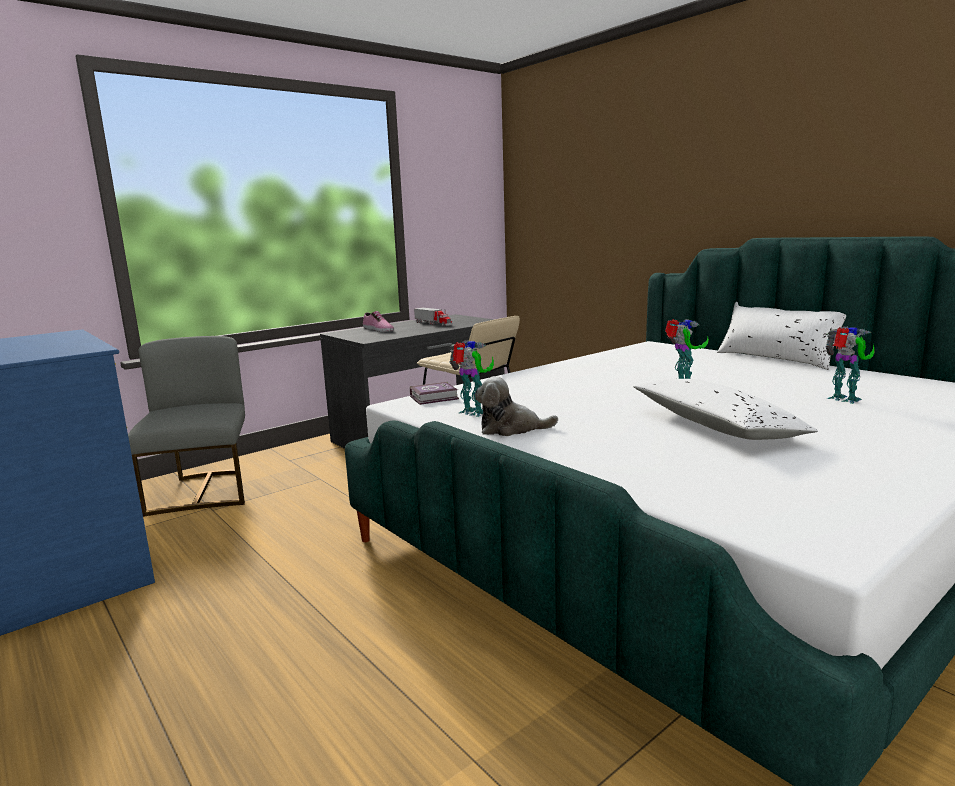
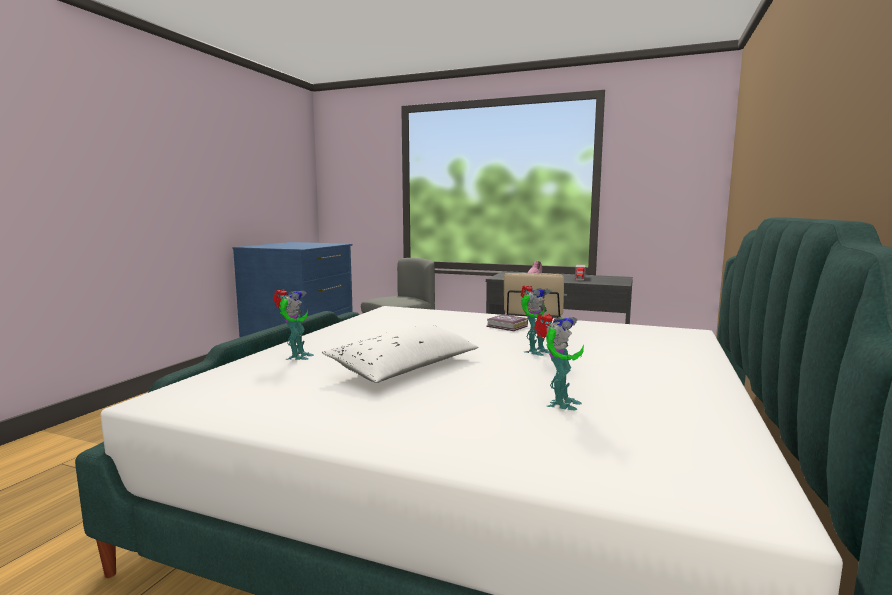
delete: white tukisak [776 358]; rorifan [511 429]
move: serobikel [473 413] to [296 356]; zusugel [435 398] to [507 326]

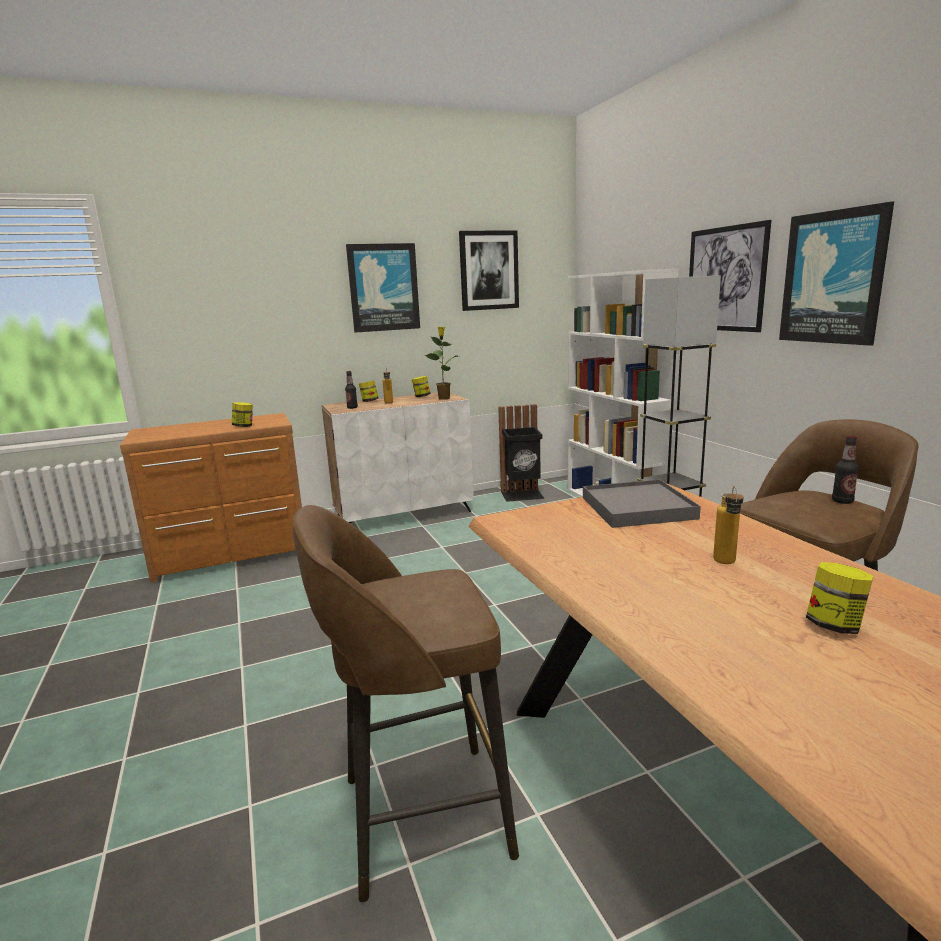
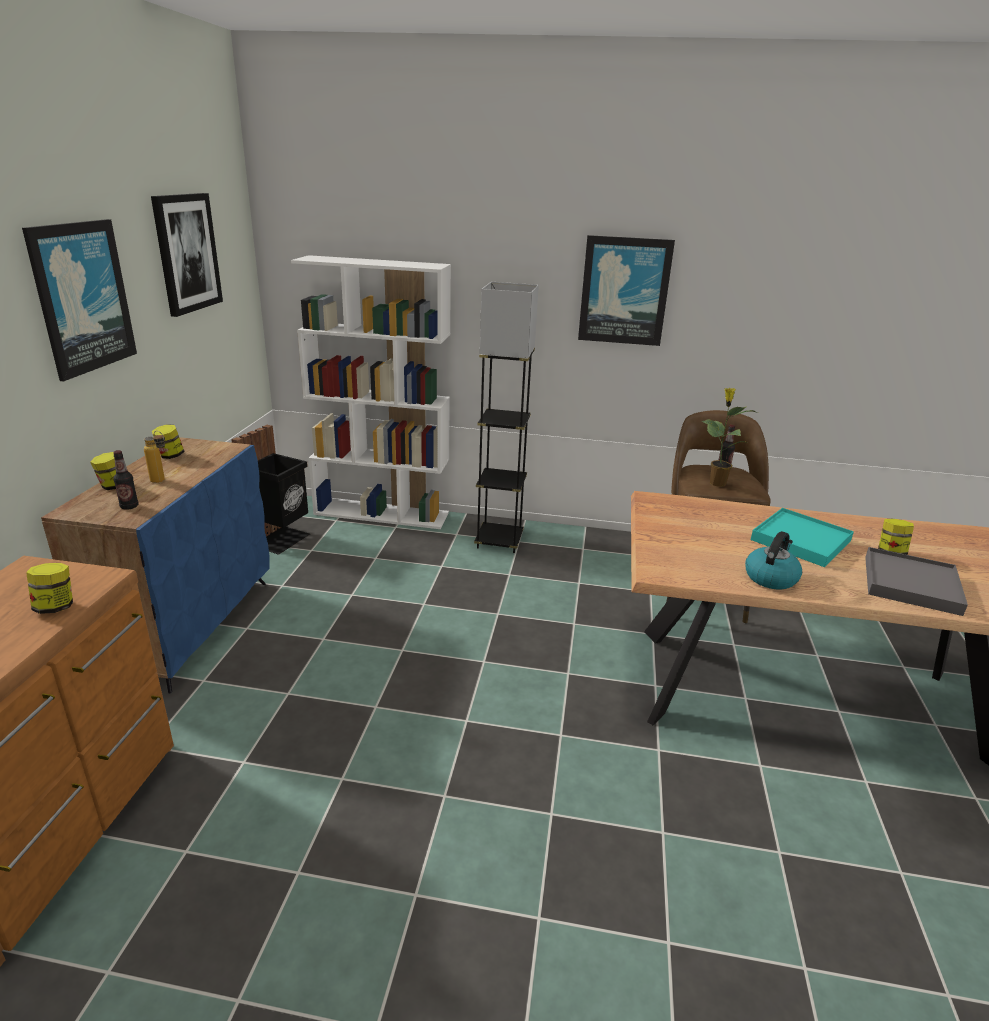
delete: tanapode [725 279]; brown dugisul [419 817]
insert: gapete [770 577]
move: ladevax [444 398] to [716 483]; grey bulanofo [638 508] to [911 584]
replace: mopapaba [726 564] to turquoise bulanofo [800 540]
recolor: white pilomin [404 514] to blue pilomin [189 626]

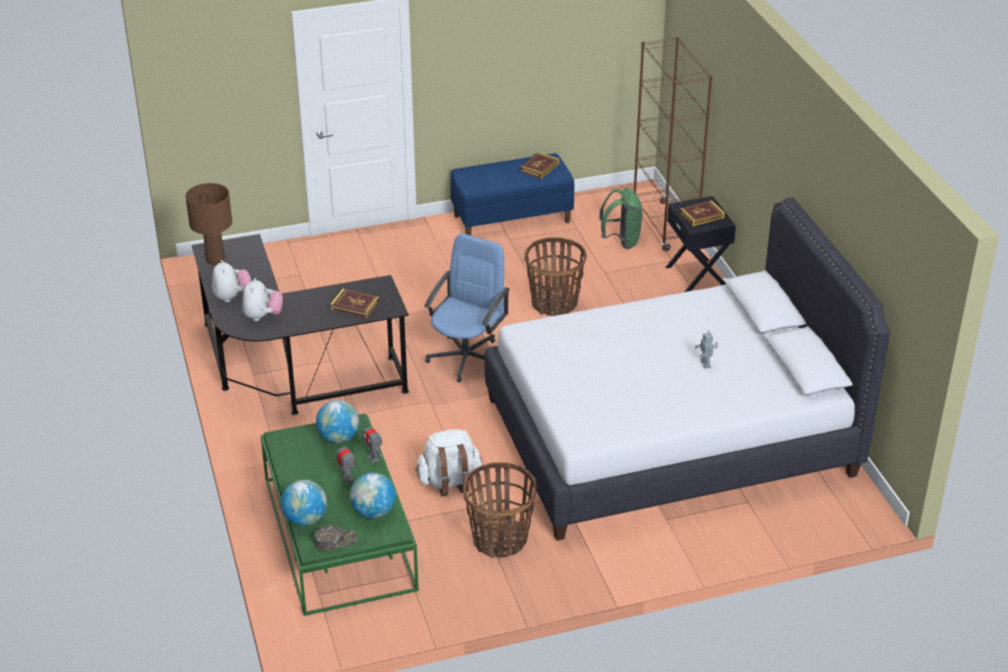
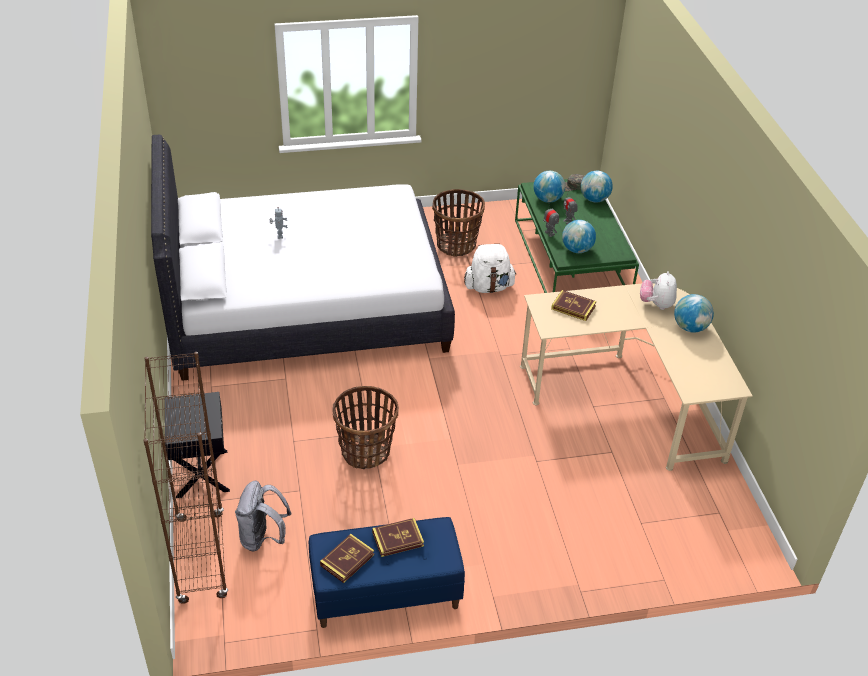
delete: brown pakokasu [215 259]; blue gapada [467 357]
move: zusugel [701 215] to [398 539]
replace: rorifan [232 297] to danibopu [690 327]
recolor: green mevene [621 241] to grey mevene [263 538]; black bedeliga [289 372] to beige bedeliga [631 397]

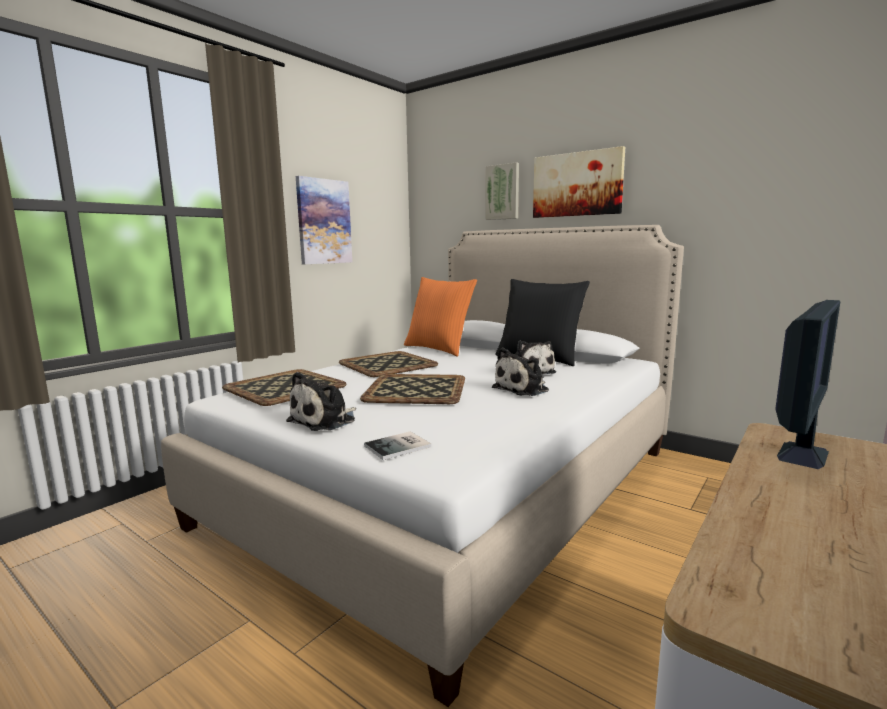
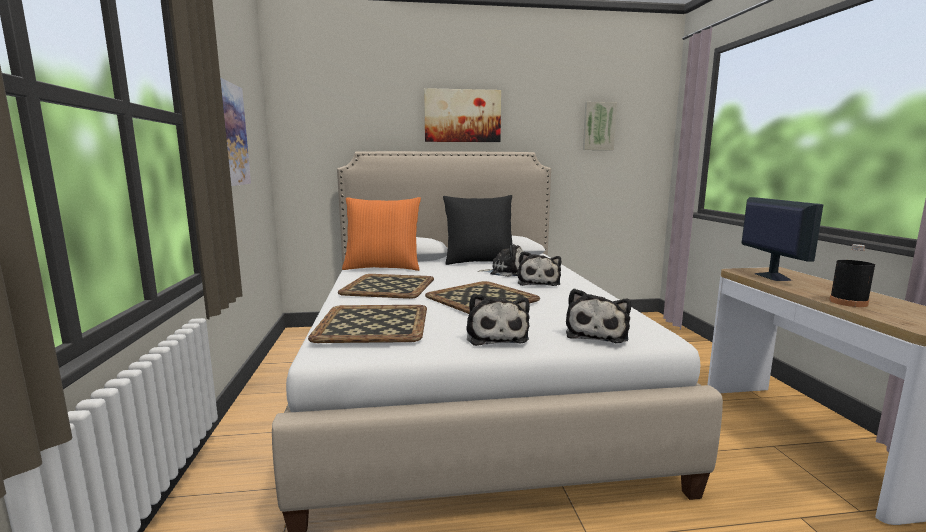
insert: black mopapaba [848 302]
move: tanapode [503 192] to [598 126]
replace: zusugel [399 446] to rorifan [597 333]

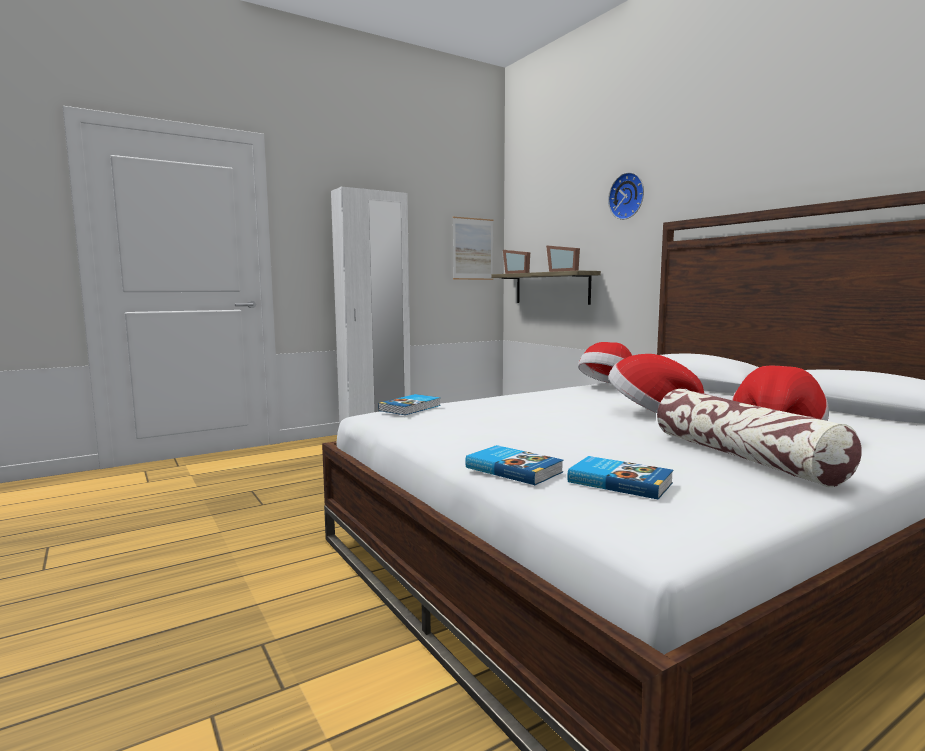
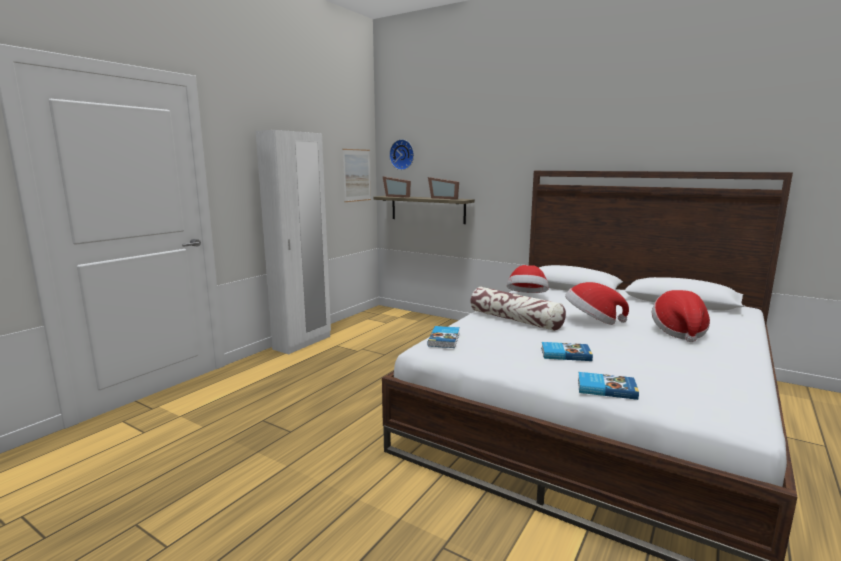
move: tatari [628 196] to [402 154]; tukisak [743 457] to [515 320]; zusugel [619 482] to [565 354]

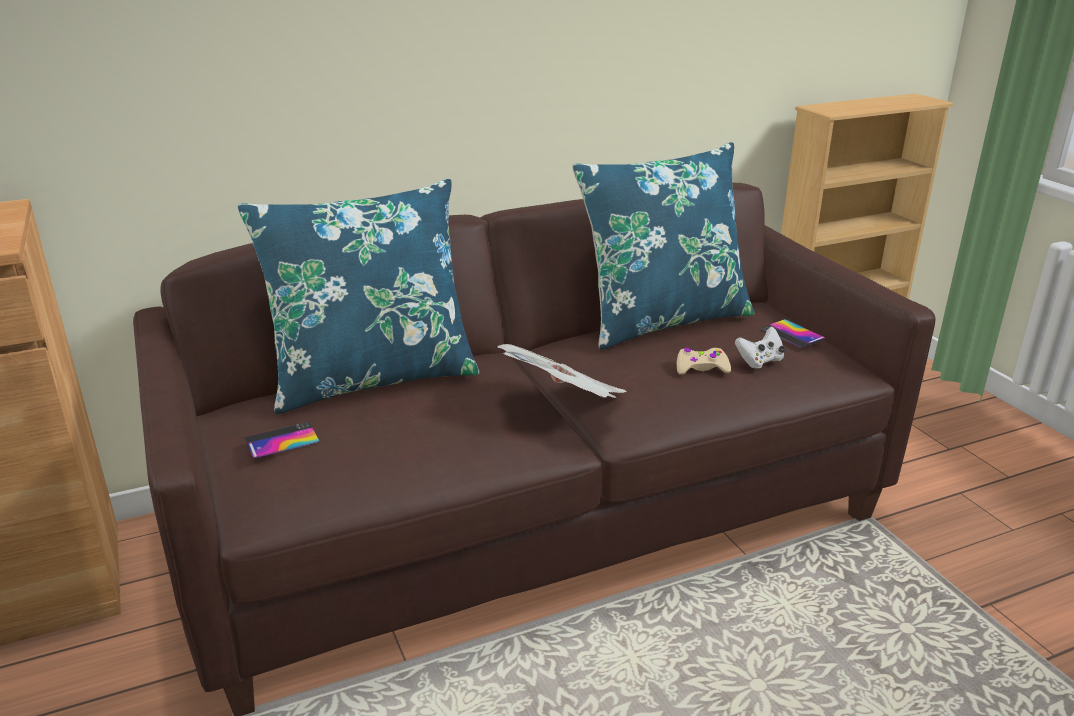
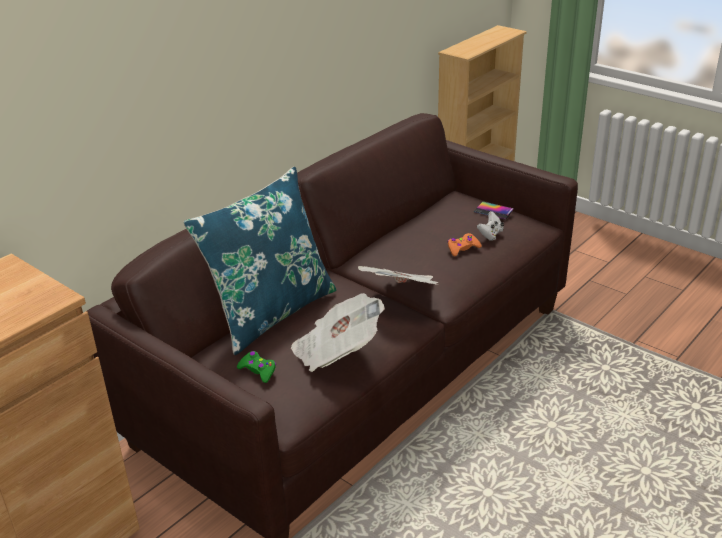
delete: blue tukisak [662 320]
insert: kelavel [337 351]
replace: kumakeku [282 440] to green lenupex [258 370]
recolor: beige lenupex [701 368] to orange lenupex [462 248]

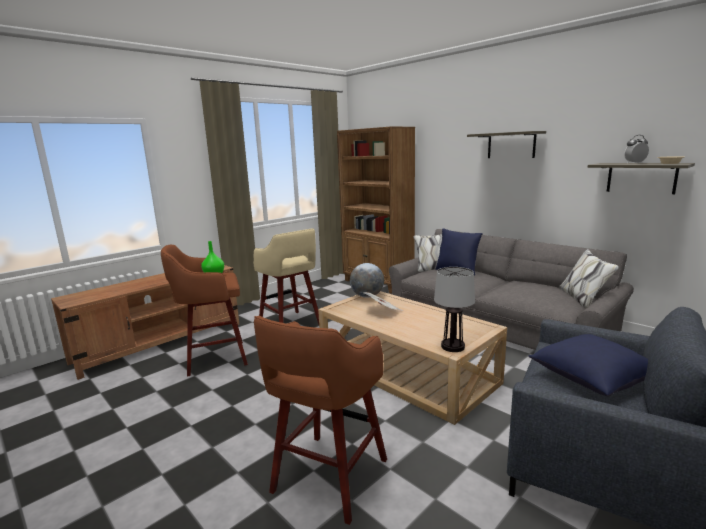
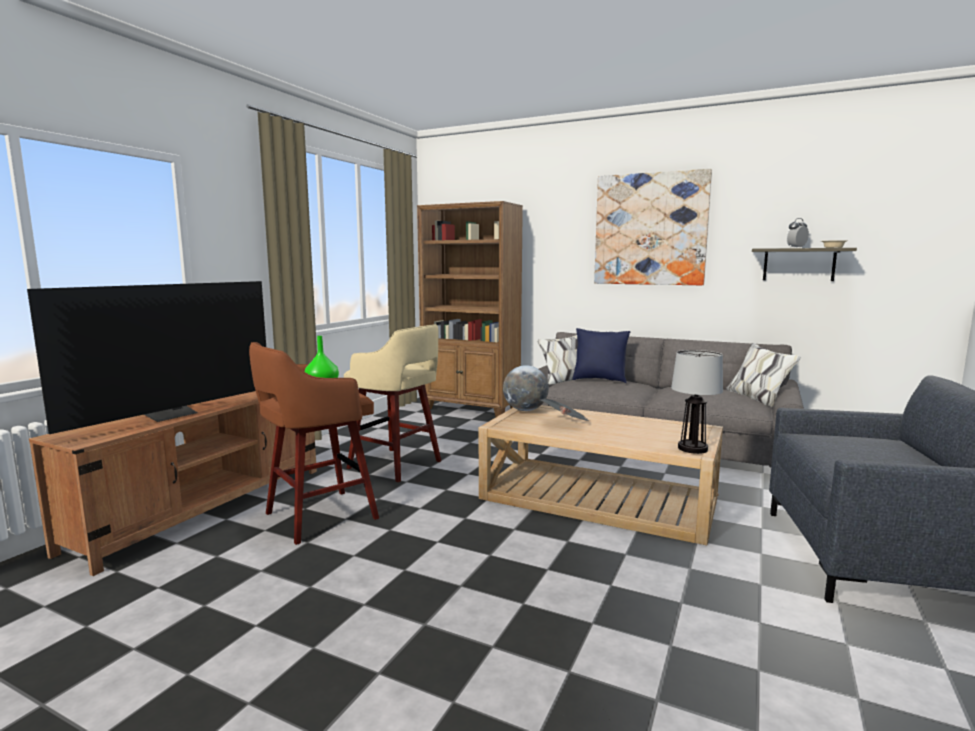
delete: brown dugisul [328 478]; blue tukisak [591 379]
insert: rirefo [171 415]
replace: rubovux [511 145] to tanapode [650 229]

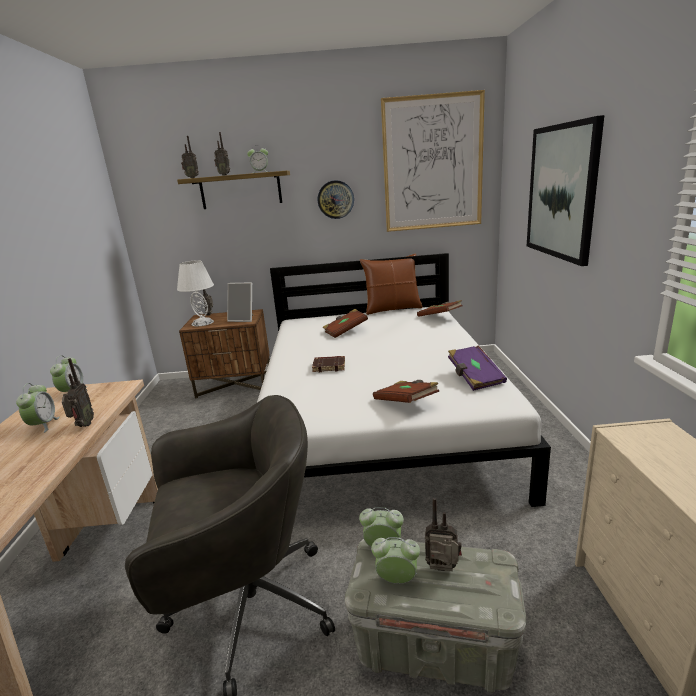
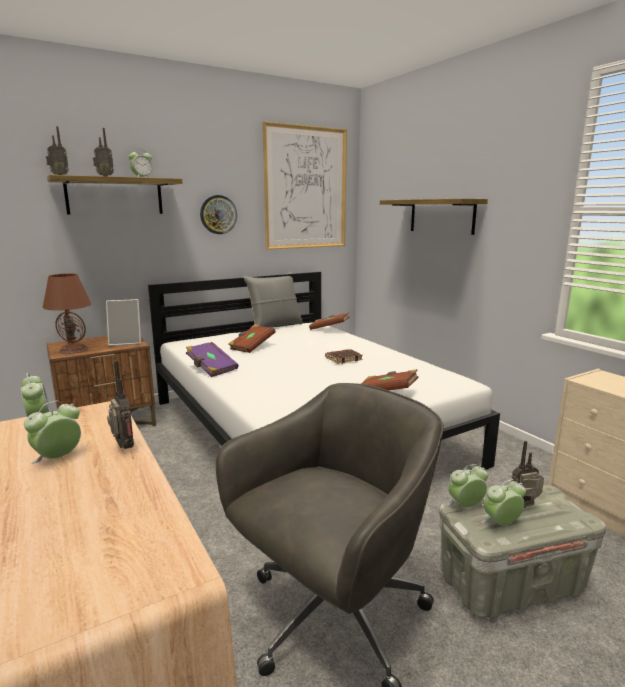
move: purple zusugel [474 378] to [211 368]; brown zusugel [329 366] to [343 359]
replace: tanapode [561 192] to rubovux [441 216]
recolor: brown tukisak [392 309] to grey tukisak [274 326]; white pakokasu [202 323] to brown pakokasu [73 349]
rotate: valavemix [43 425] = [58 458] 105 degrees counterclockwise

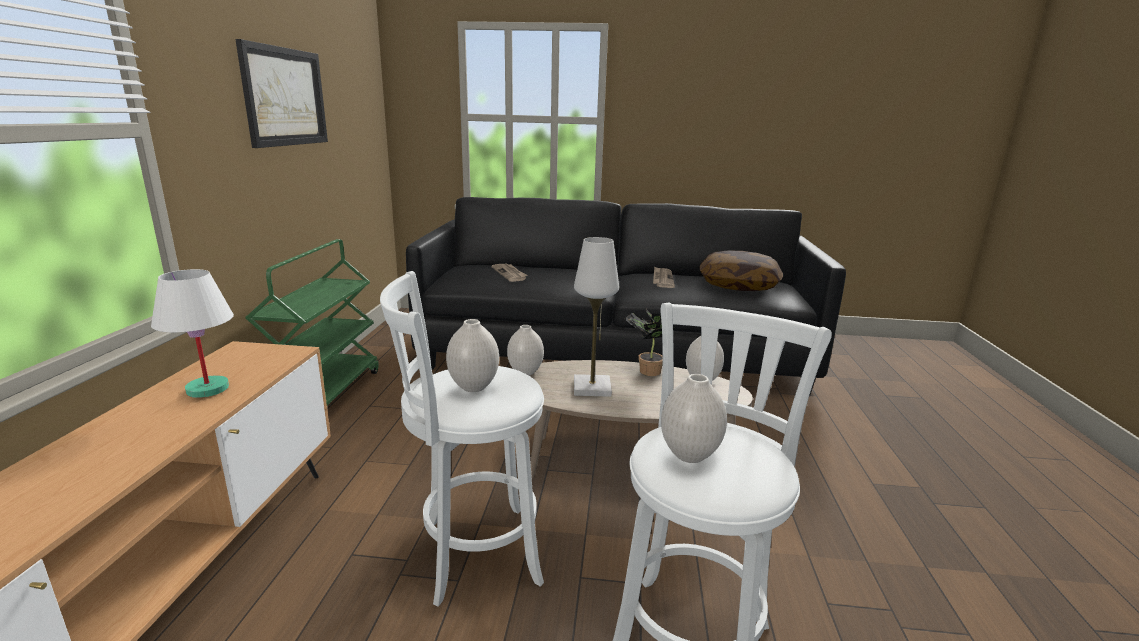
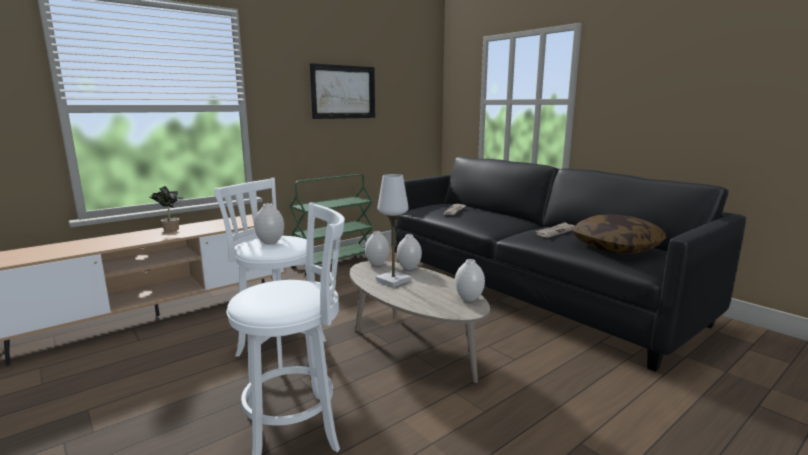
delete: white pakokasu [206 389]
move: ladevax [646 371] to [170 229]; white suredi [689 455] to [409 267]

